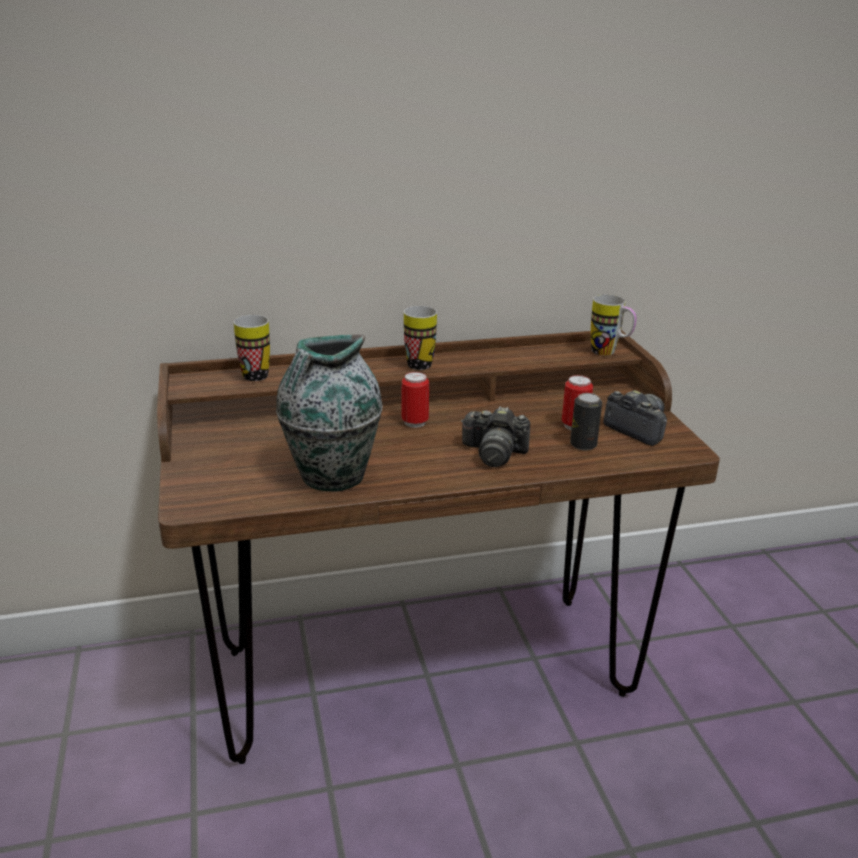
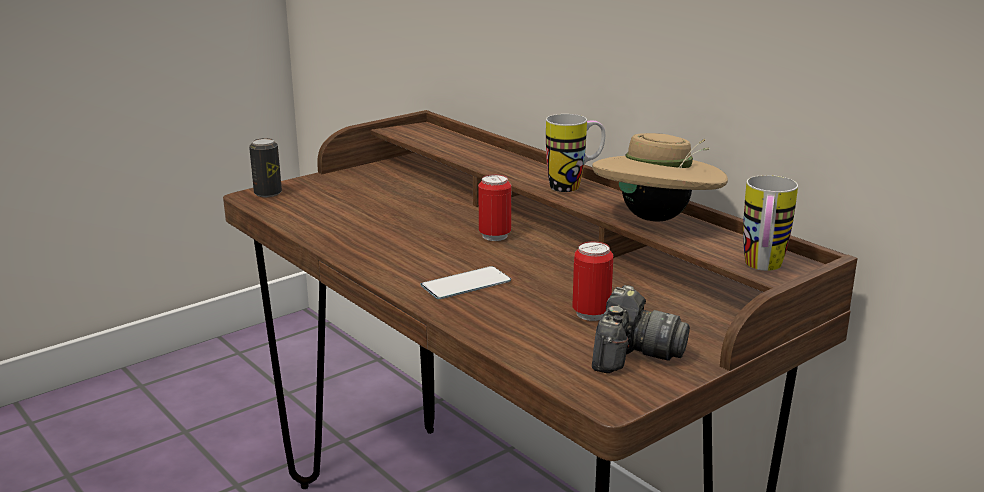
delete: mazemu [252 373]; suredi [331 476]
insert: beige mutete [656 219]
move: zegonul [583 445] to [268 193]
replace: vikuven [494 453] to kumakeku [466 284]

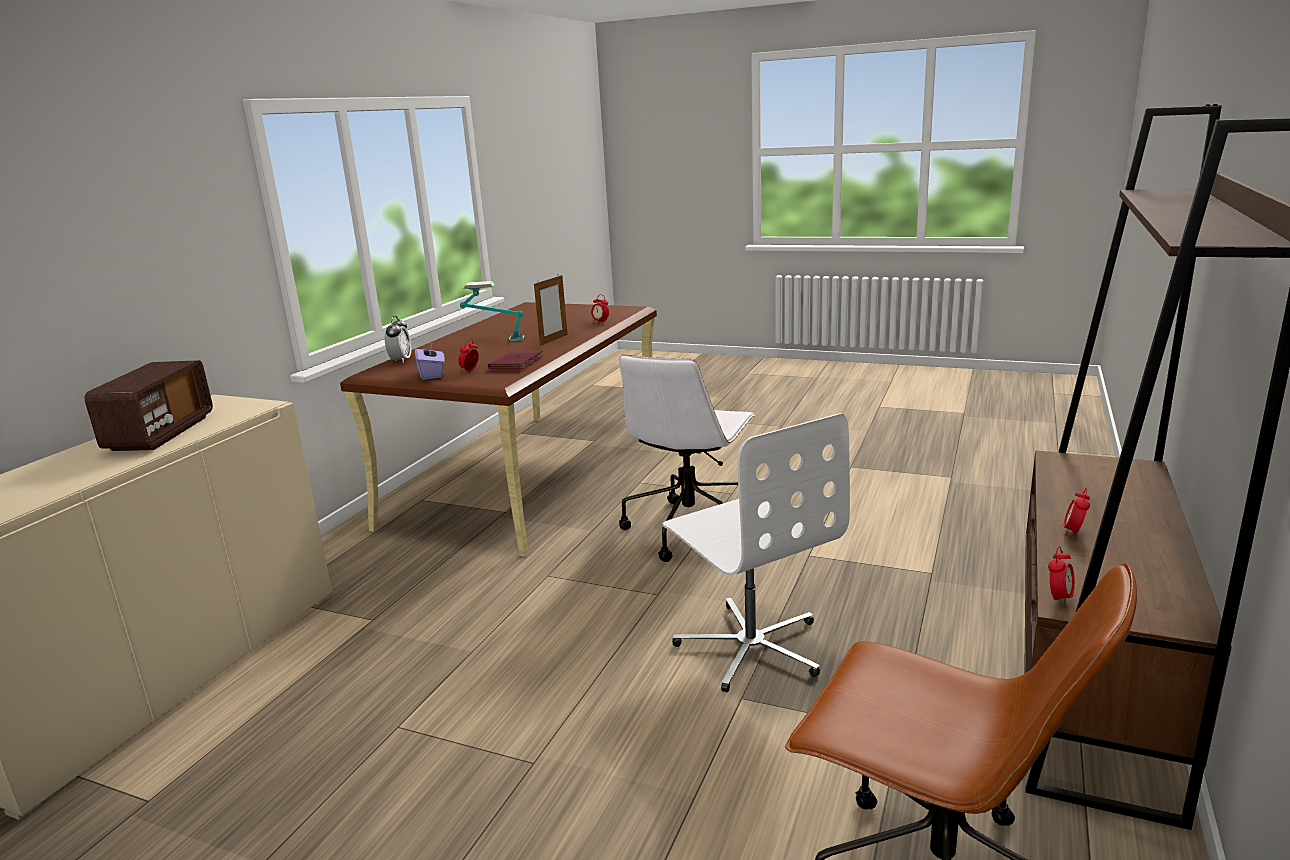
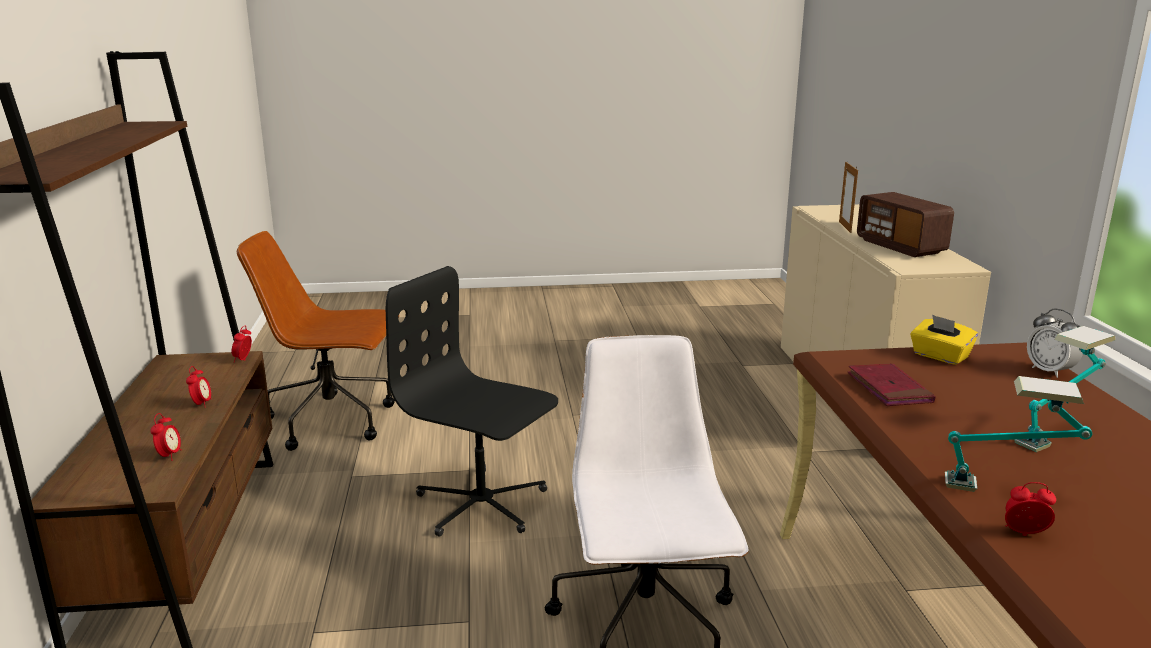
insert: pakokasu [1007 491]
move: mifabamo [553 340] to [845 227]; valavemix [470 371] to [169 456]
recolor: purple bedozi [432 374] to yellow bedozi [940 356]; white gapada [751 646] to black gapada [481 504]

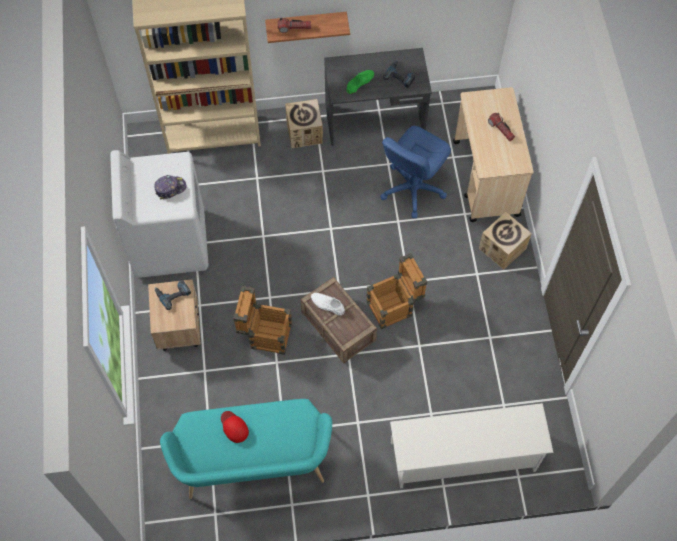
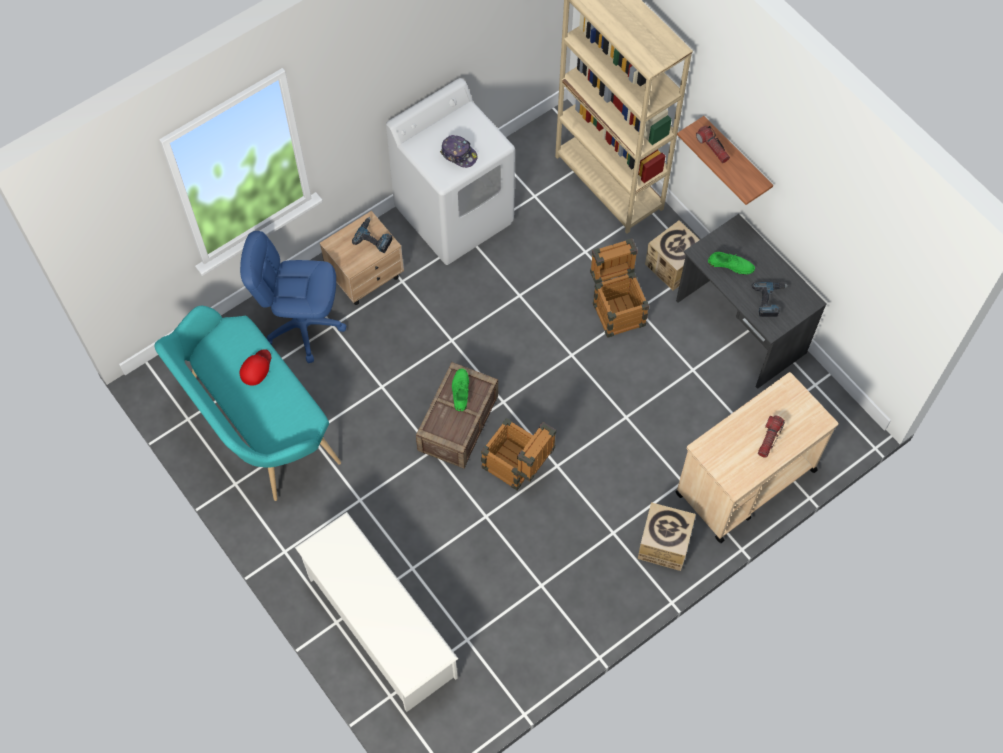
move: blue gapada [412 189] to [303 325]; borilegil [265 334] to [616 308]
recolor: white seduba [327 305] to green seduba [460 390]

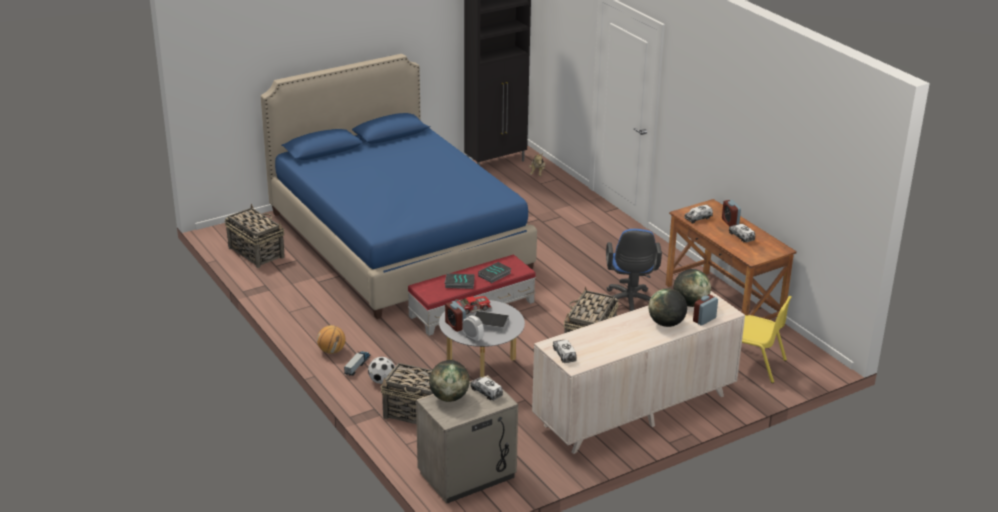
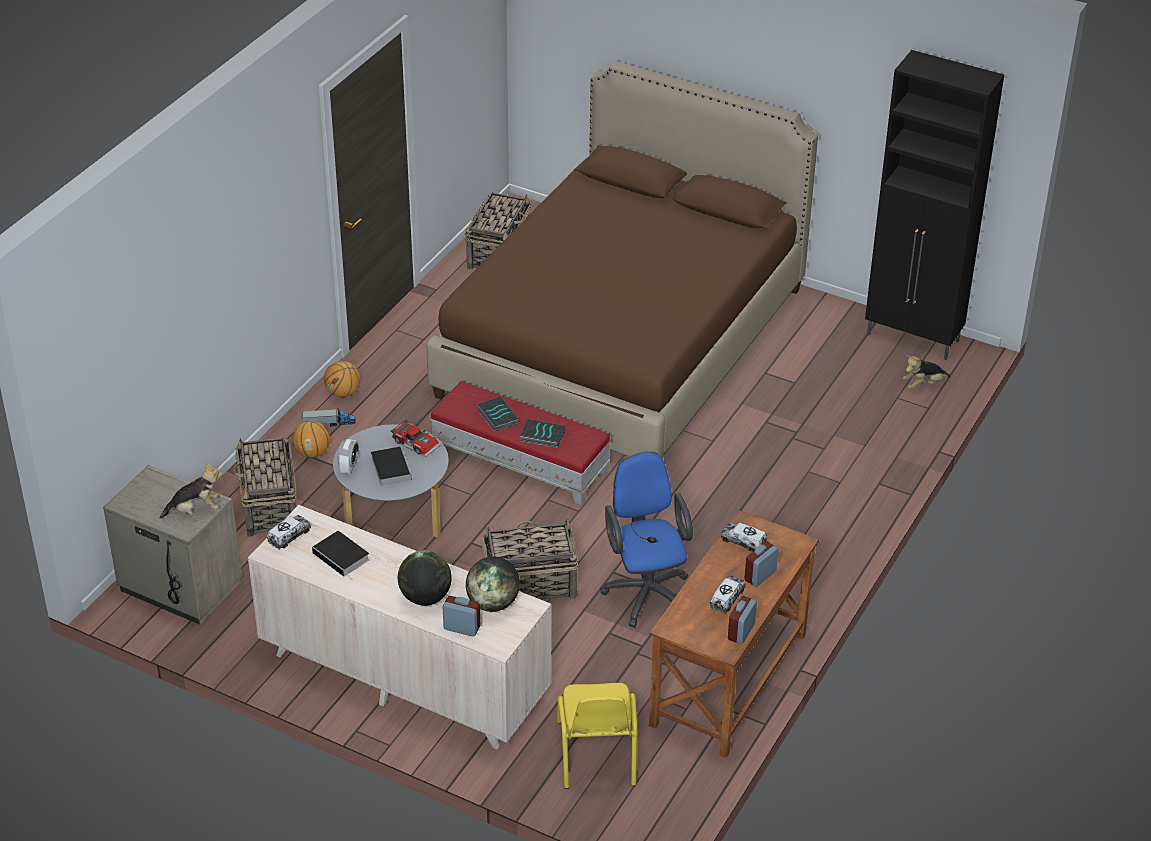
delete: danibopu [449 397]
insert: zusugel [342 557]
move: valavemix [455 325] to [741 632]
replace: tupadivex [381 381] to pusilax [312 453]; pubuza [486 392] to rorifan [195 510]
recolor: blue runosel [397 242] to brown runosel [622 342]
rotate: blue gapada [629 306] = [646 591] 105 degrees clockwise

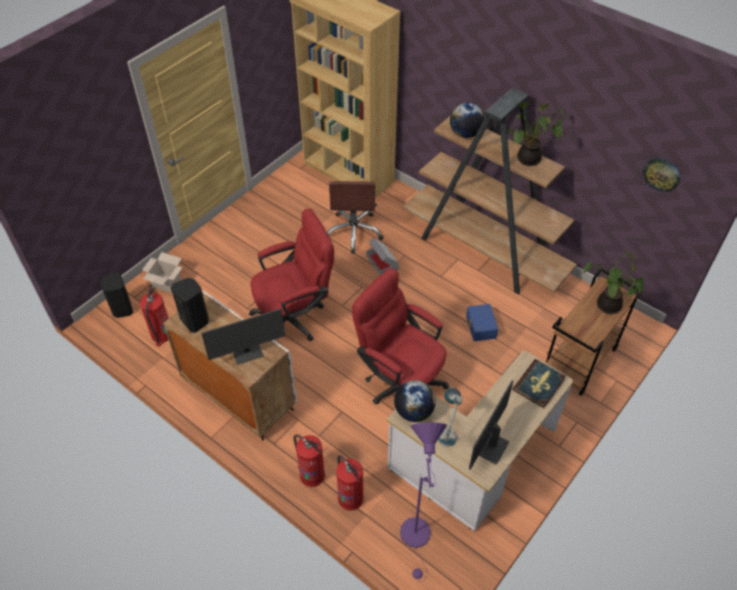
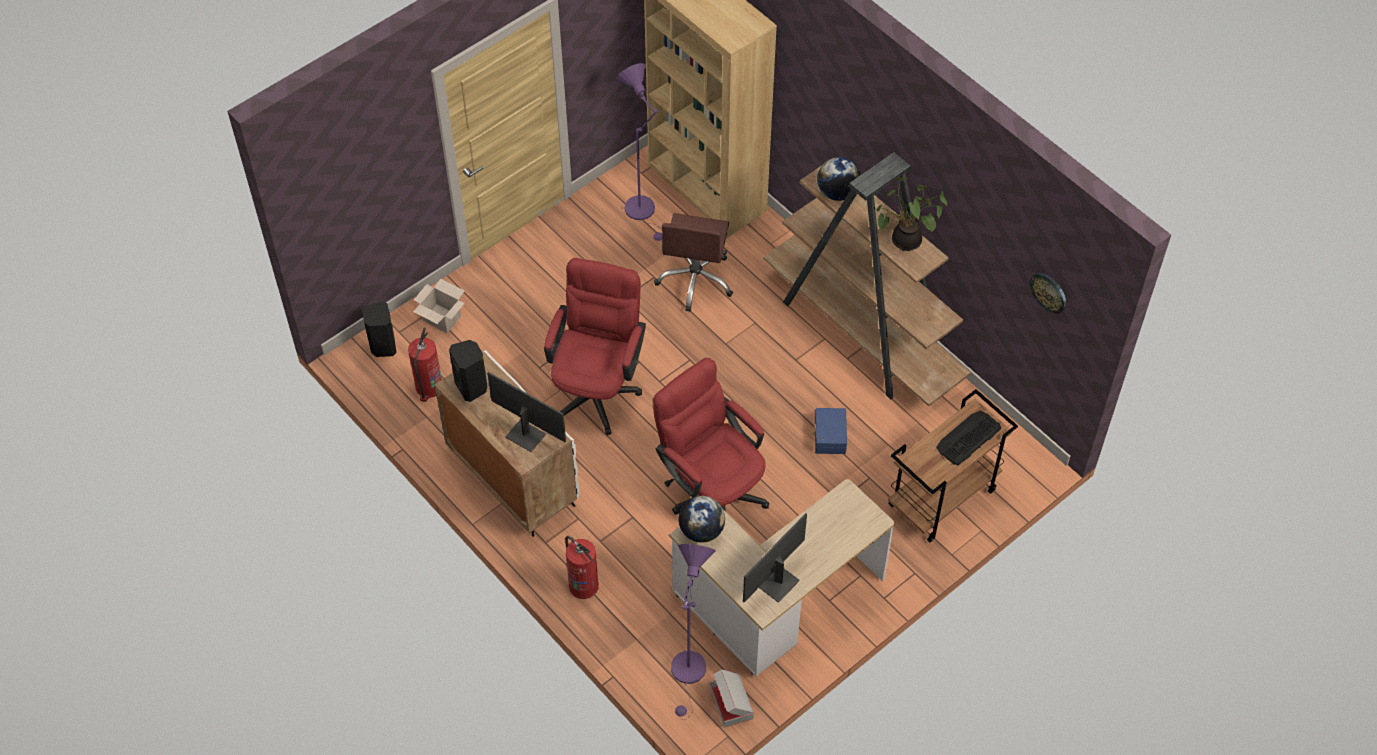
delete: zusugel [539 385]; pakokasu [448 431]; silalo [350 497]
insert: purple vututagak [643 212]
move: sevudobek [382 262] to [731 703]
replace: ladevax [606 306] to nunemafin [968 438]
rotate: red gapada [295 316] = [597 387] 60 degrees counterclockwise; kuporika [247 352] = [526 434] 135 degrees counterclockwise

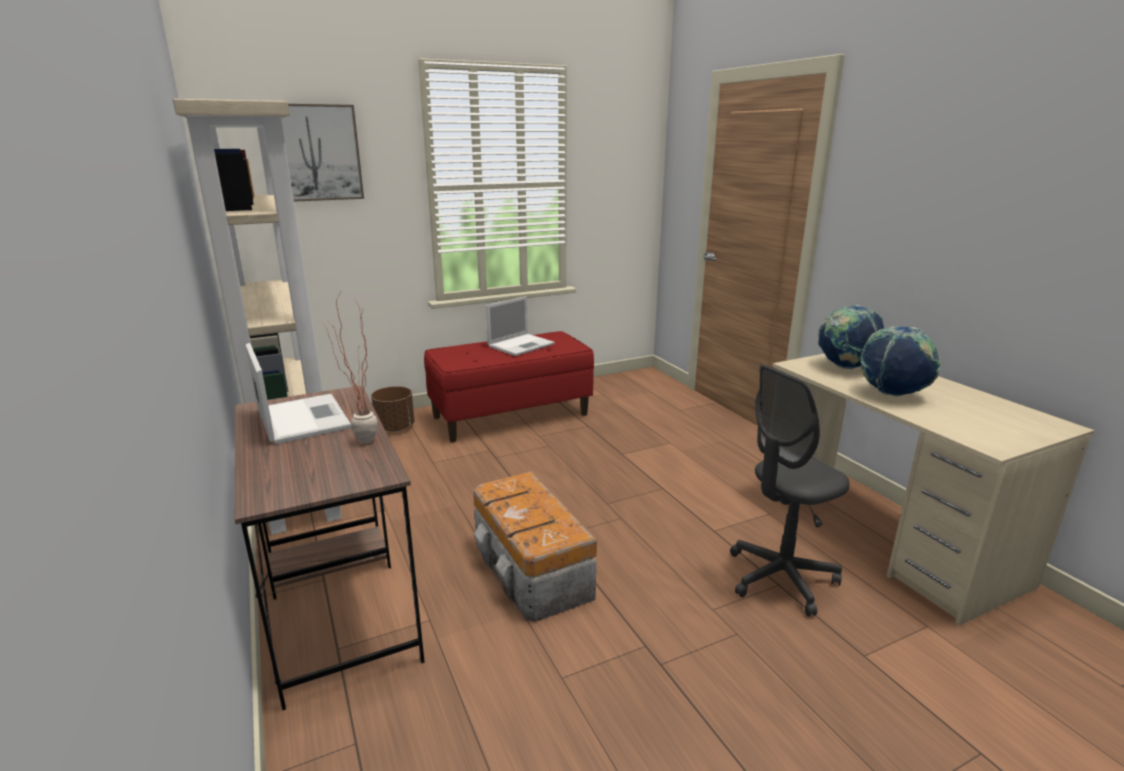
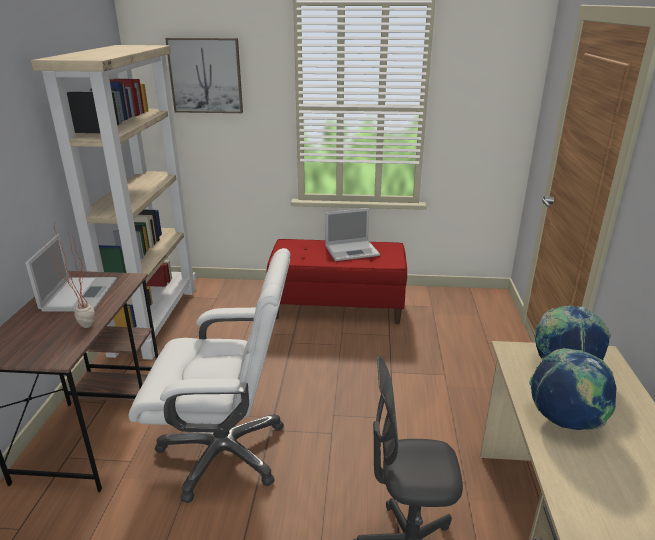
delete: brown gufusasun [395 427]
replace: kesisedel [531 570] to white gapada [225 451]

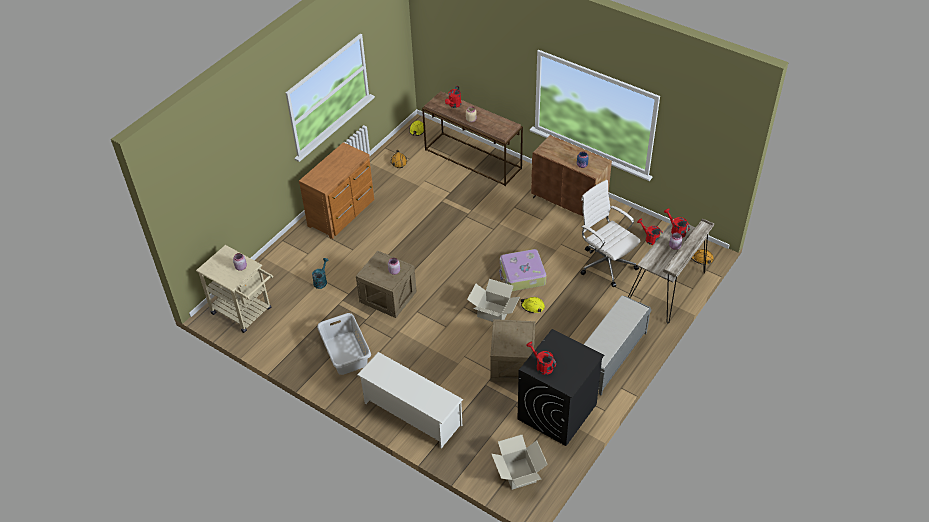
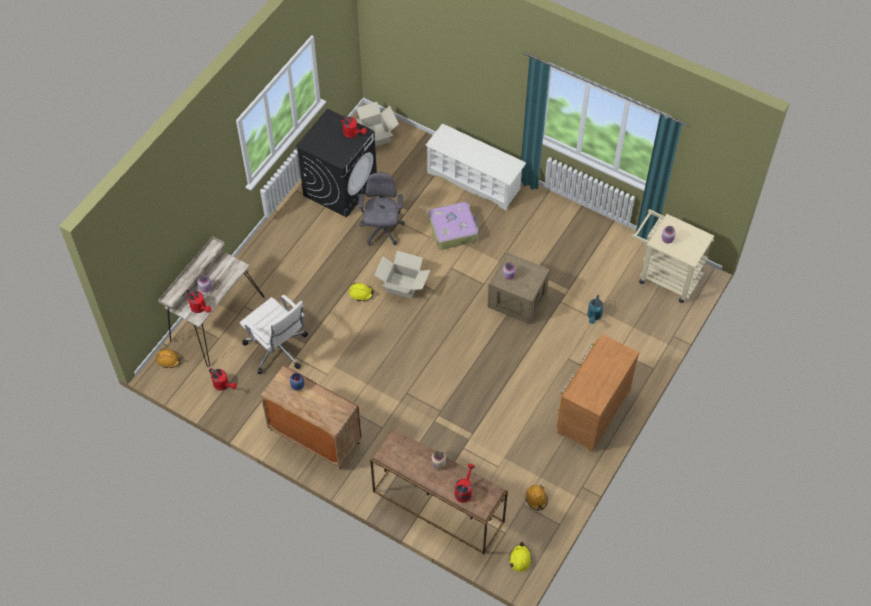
delete: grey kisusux [610 357]; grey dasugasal [346 353]
move: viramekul [522 275] to [453 230]
replace: borilegil [512 364] to grey gapada [382 230]

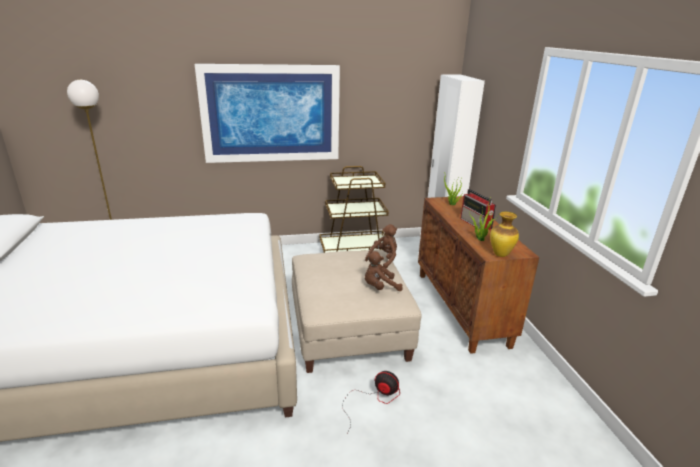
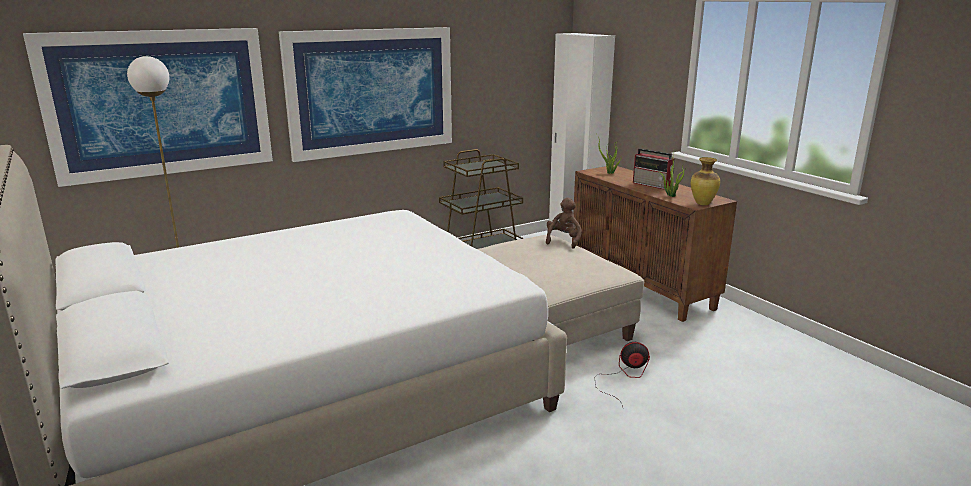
delete: brown rorifan [379 287]
insert: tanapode [160 103]

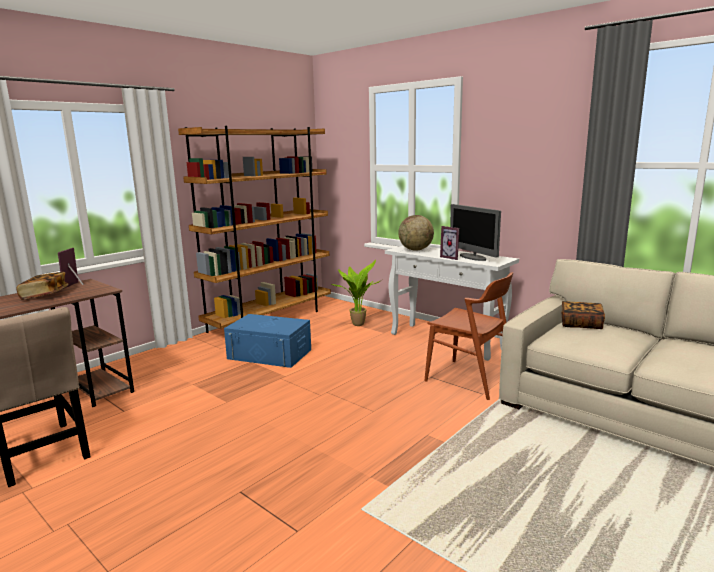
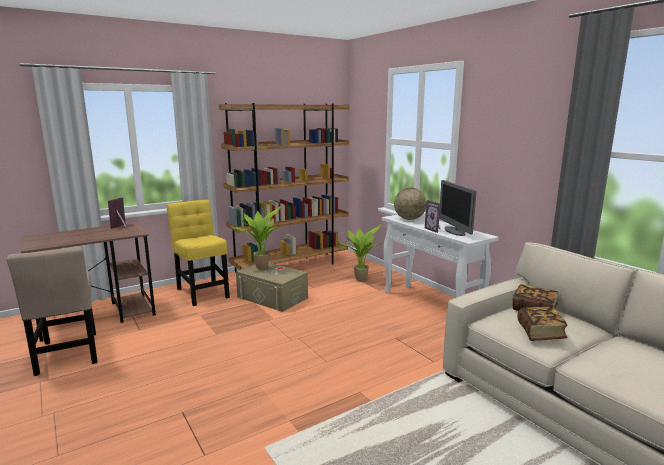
delete: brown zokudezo [469 379]
insert: yellow zokudezo [202 292]; ladevax [261 267]
move: zusugel [45 295] to [540 333]
recolor: blue kesisedel [270 354] to beige kesisedel [272 297]

